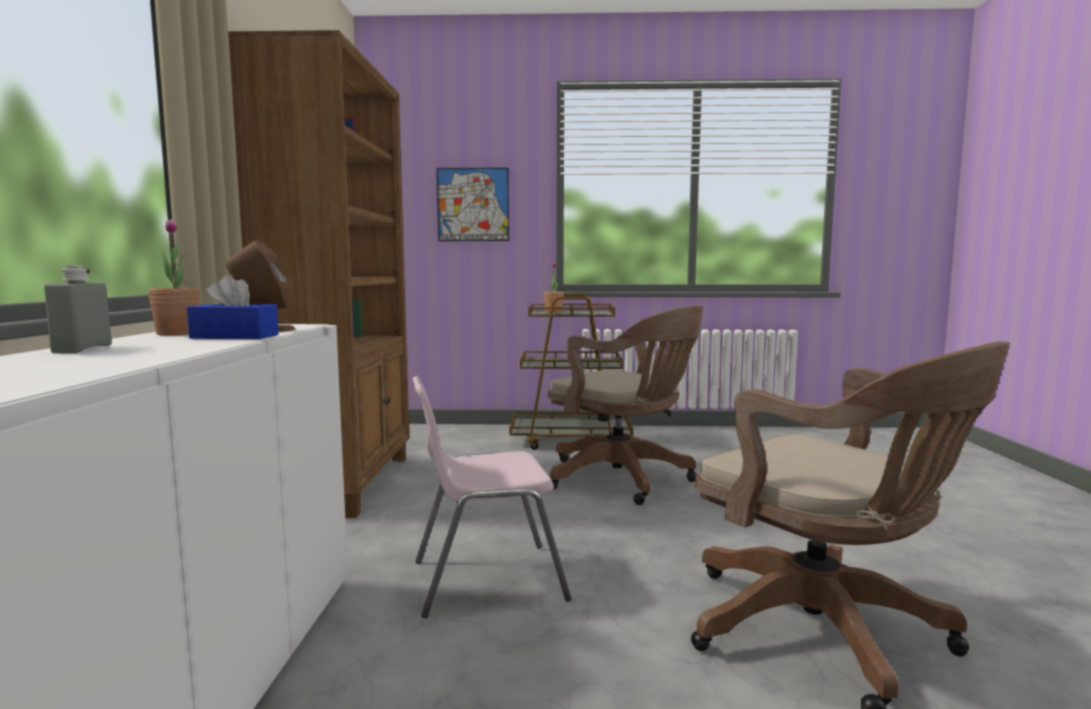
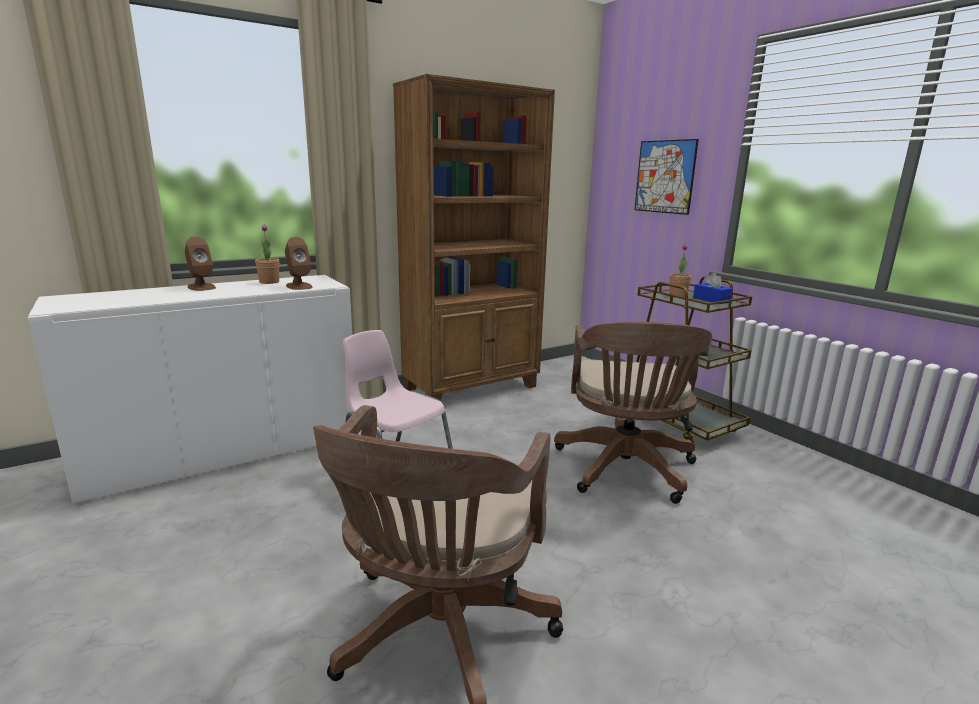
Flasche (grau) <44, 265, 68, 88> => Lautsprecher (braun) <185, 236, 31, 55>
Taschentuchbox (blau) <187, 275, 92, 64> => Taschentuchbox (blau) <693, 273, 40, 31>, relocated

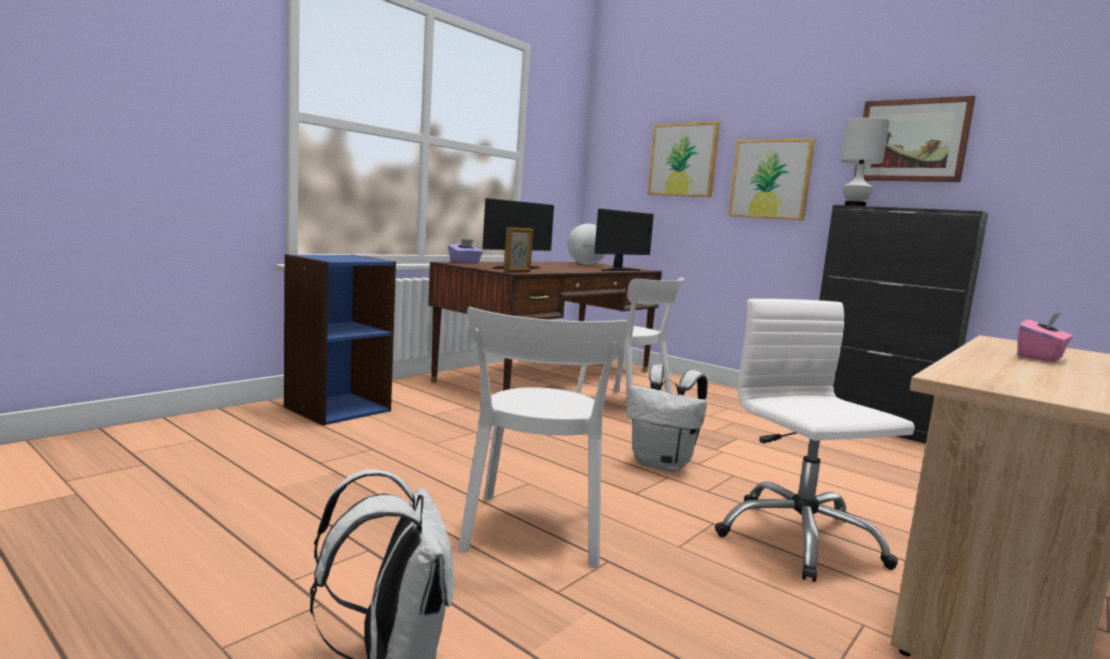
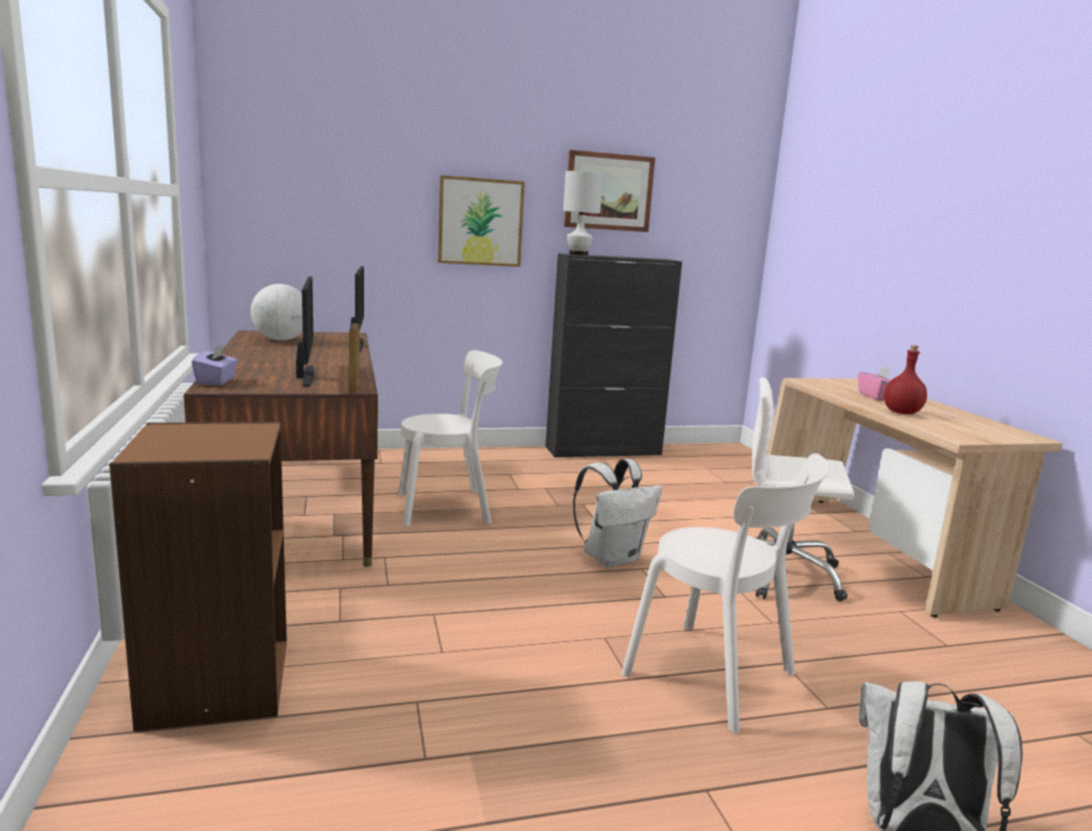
Bücherregal (blau) <284, 254, 112, 172> => Bücherregal (braun) <109, 422, 178, 309>
nothing => Flasche (rot) <884, 345, 43, 69>
Bild <648, 122, 72, 75> => nothing

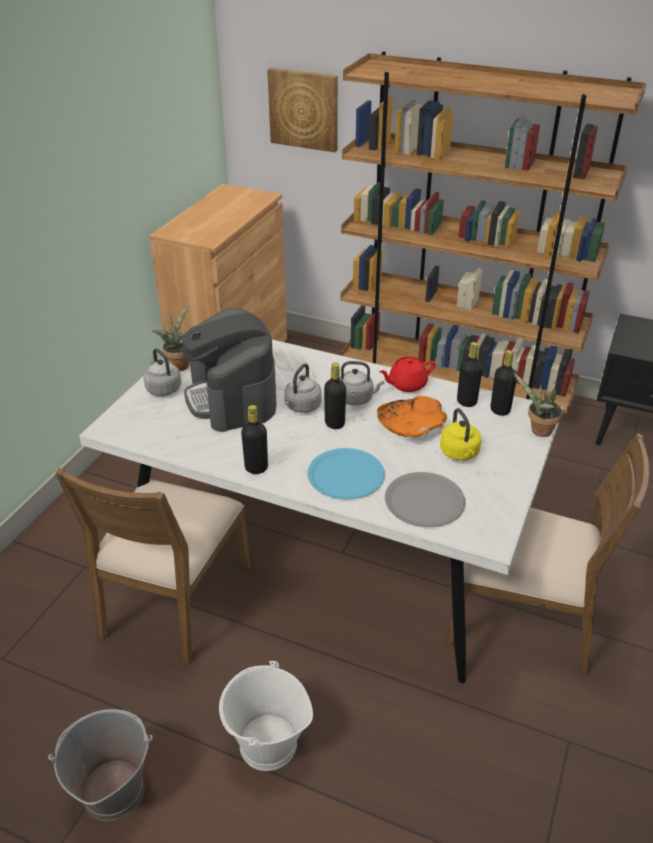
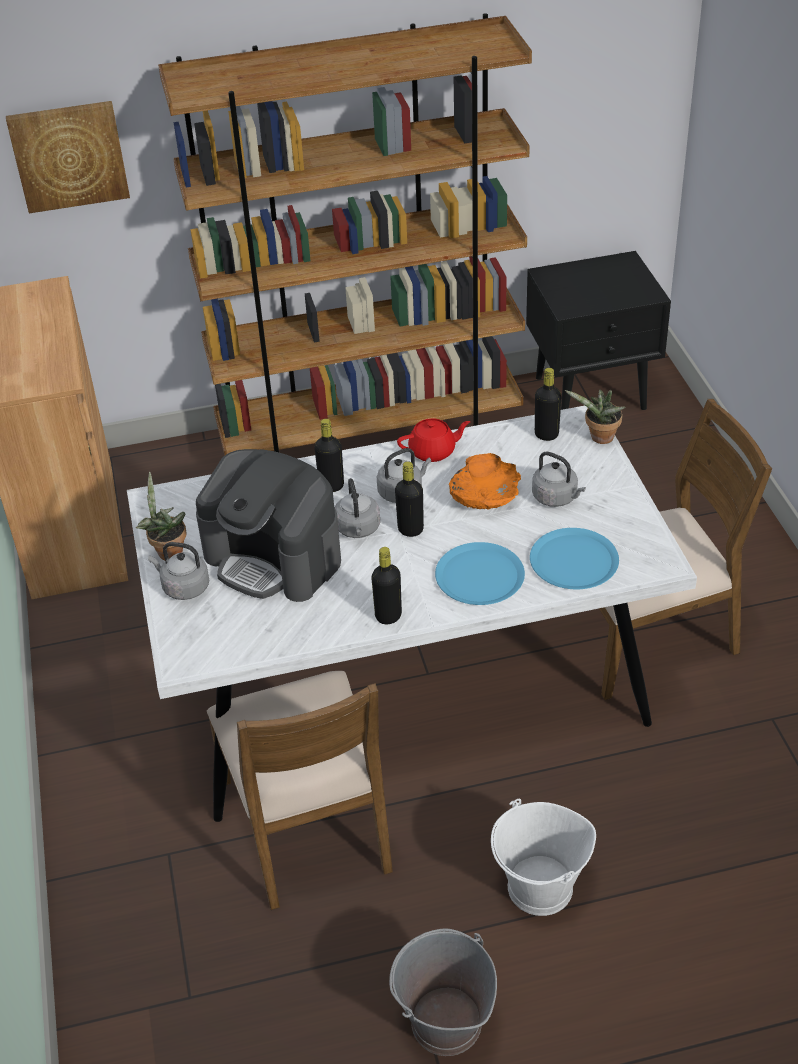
Flasche (schwarz) <457, 342, 26, 65> => Flasche (schwarz) <314, 419, 30, 73>, relocated
Teekanne (rot) <379, 357, 57, 35> => Teekanne (rot) <397, 418, 74, 44>, 135 degrees counterclockwise
Teller (grau) <385, 472, 80, 55> => Teller (blau) <530, 528, 89, 61>
Wasserkessel (gelb) <440, 408, 41, 53> => Wasserkessel (grau) <532, 452, 54, 55>

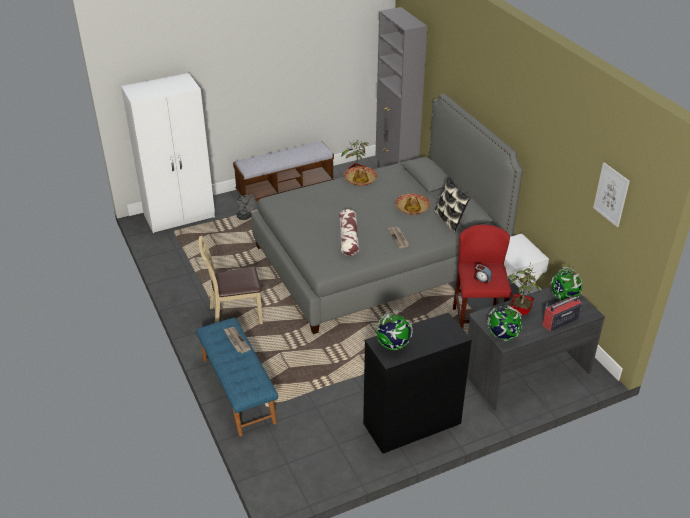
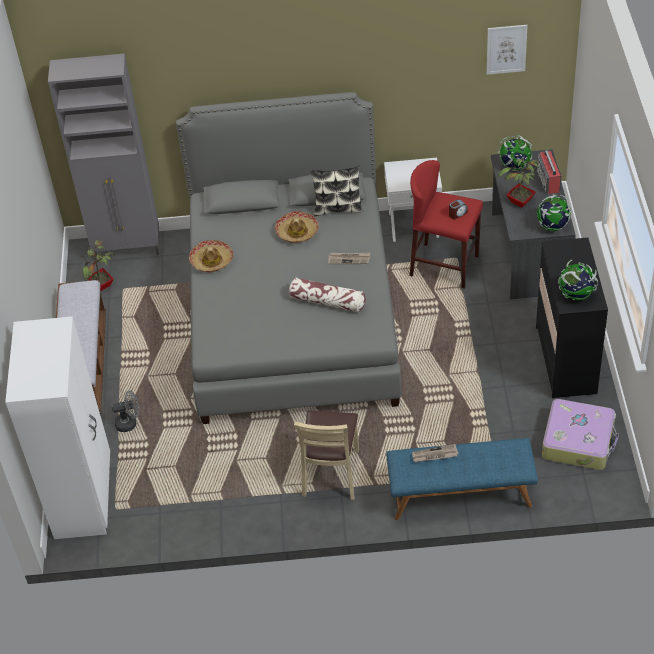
nothing => Koffer <542, 399, 77, 71>

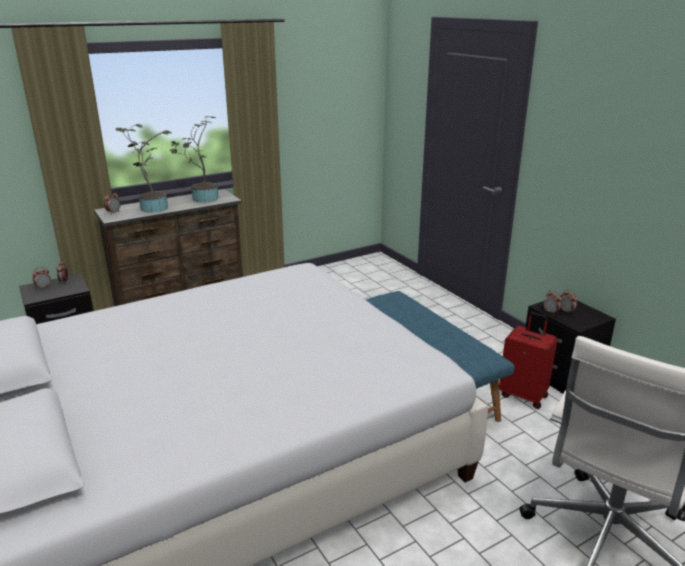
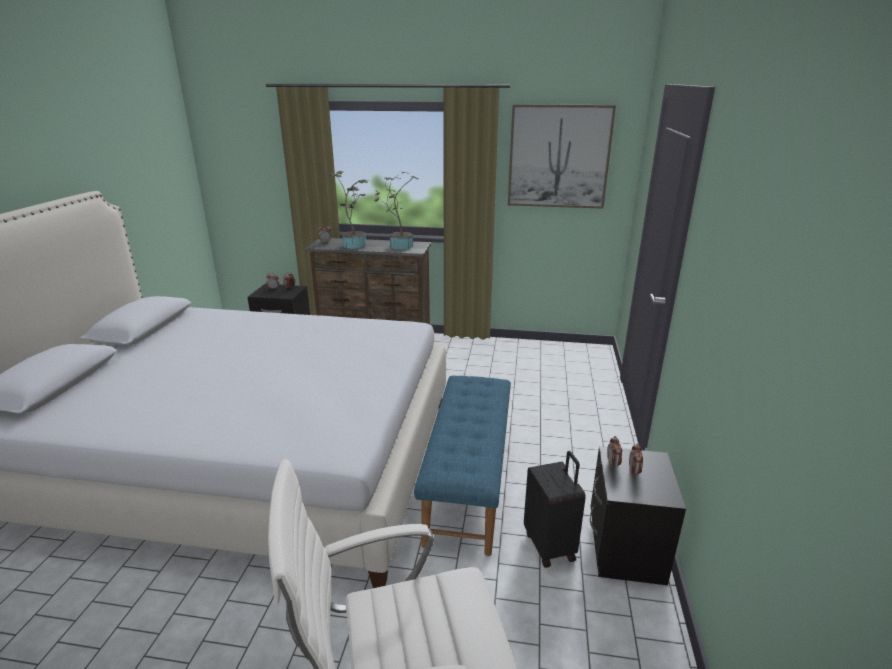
nothing => Bild <508, 104, 108, 105>
Koffer (rot) <499, 312, 59, 97> => Koffer (schwarz) <524, 451, 62, 117>

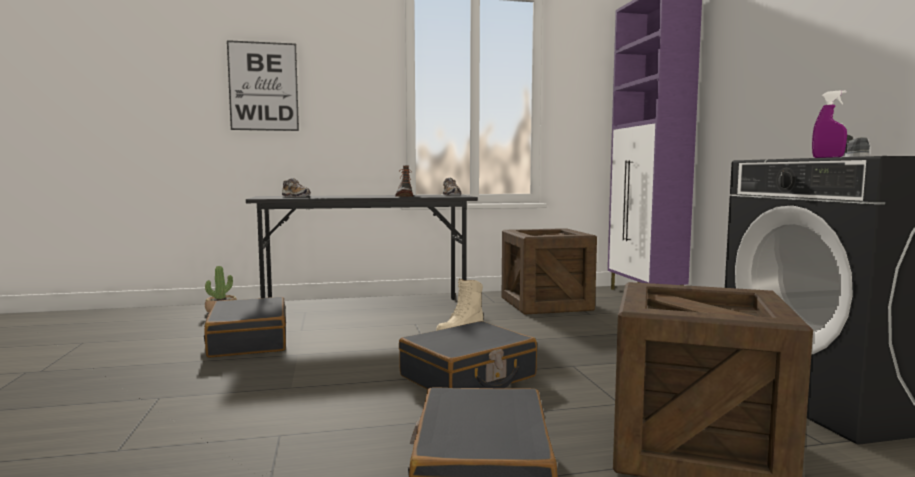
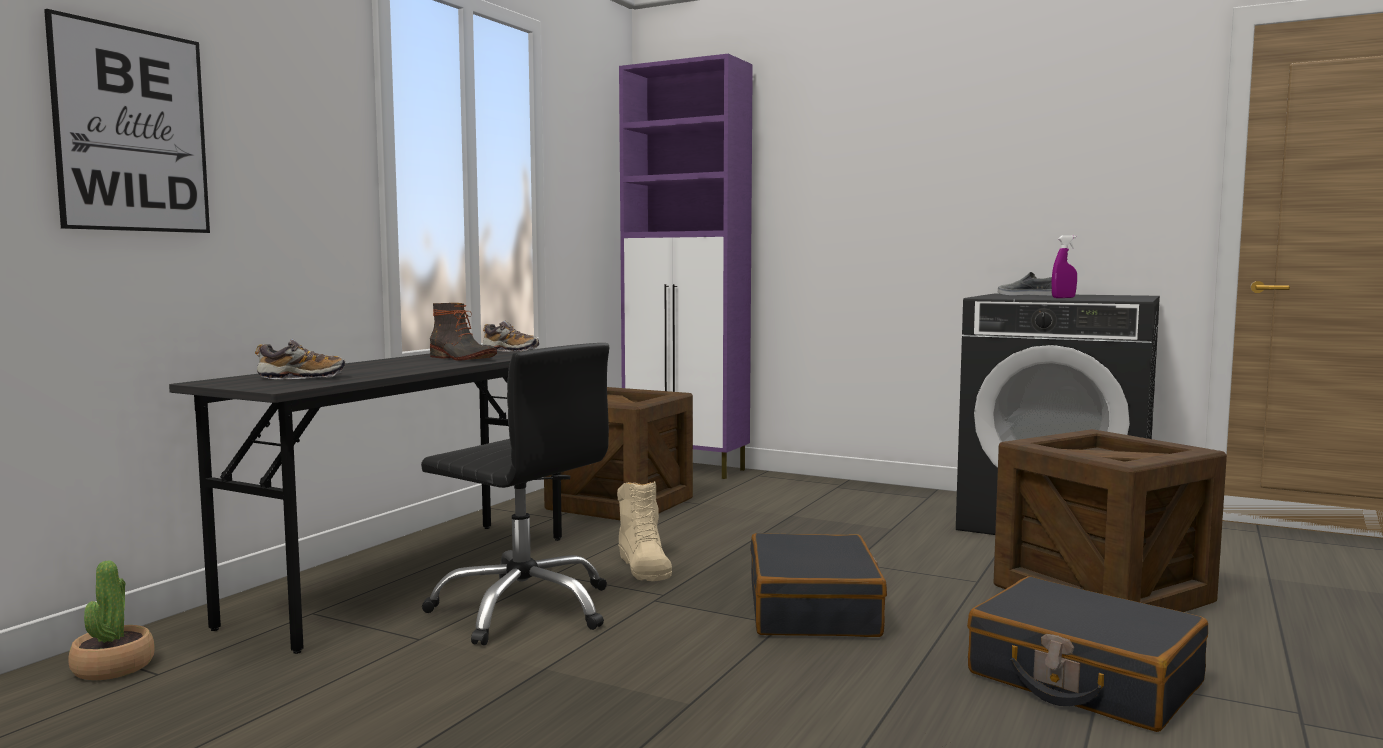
nothing => Bürostuhl (schwarz) <421, 343, 188, 303>
Koffer (schwarz) <204, 297, 82, 61> => nothing

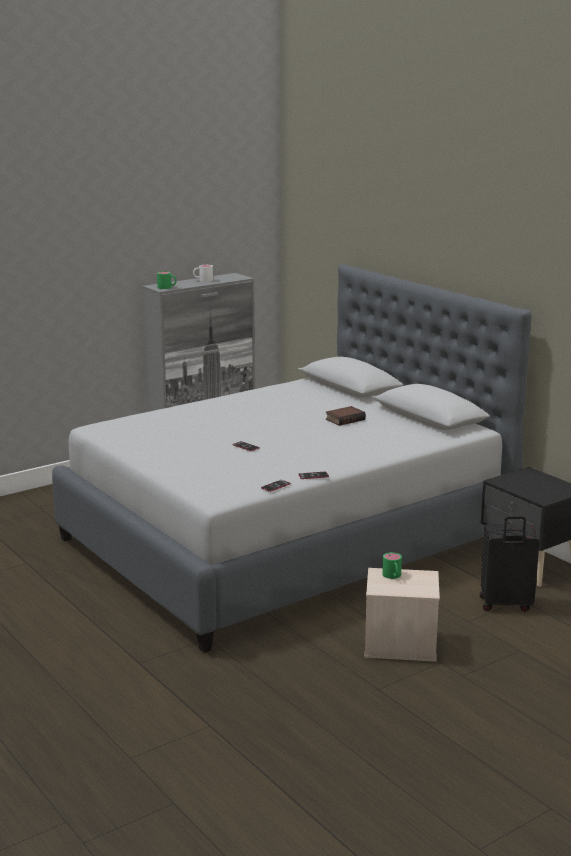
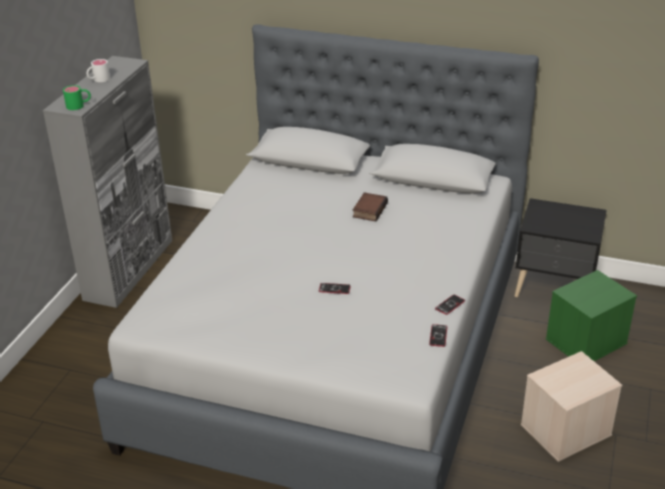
Koffer (schwarz) <479, 516, 61, 96> => Aufbewahrungsbox (grün) <546, 270, 91, 91>
Henkelbecher (grün) <382, 552, 20, 27> => nothing

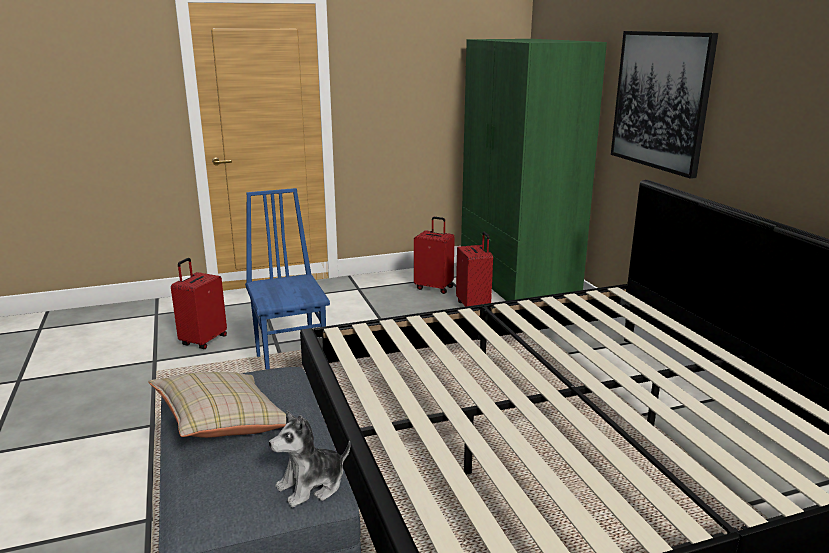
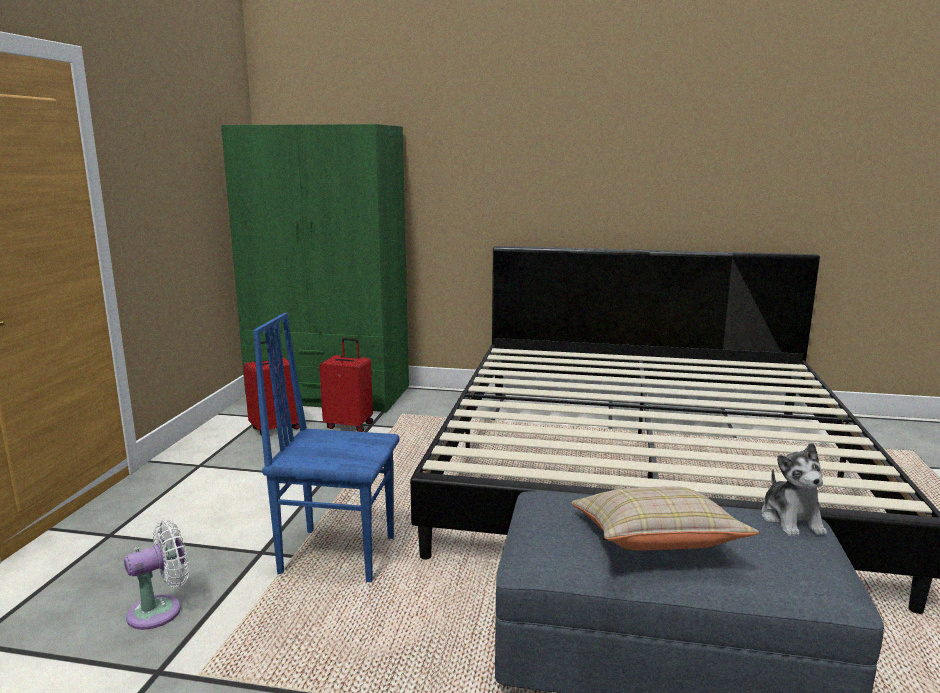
Koffer (rot) <171, 258, 56, 91> => Ventilator (weiß) <124, 520, 65, 110>
Bild <611, 31, 107, 148> => nothing

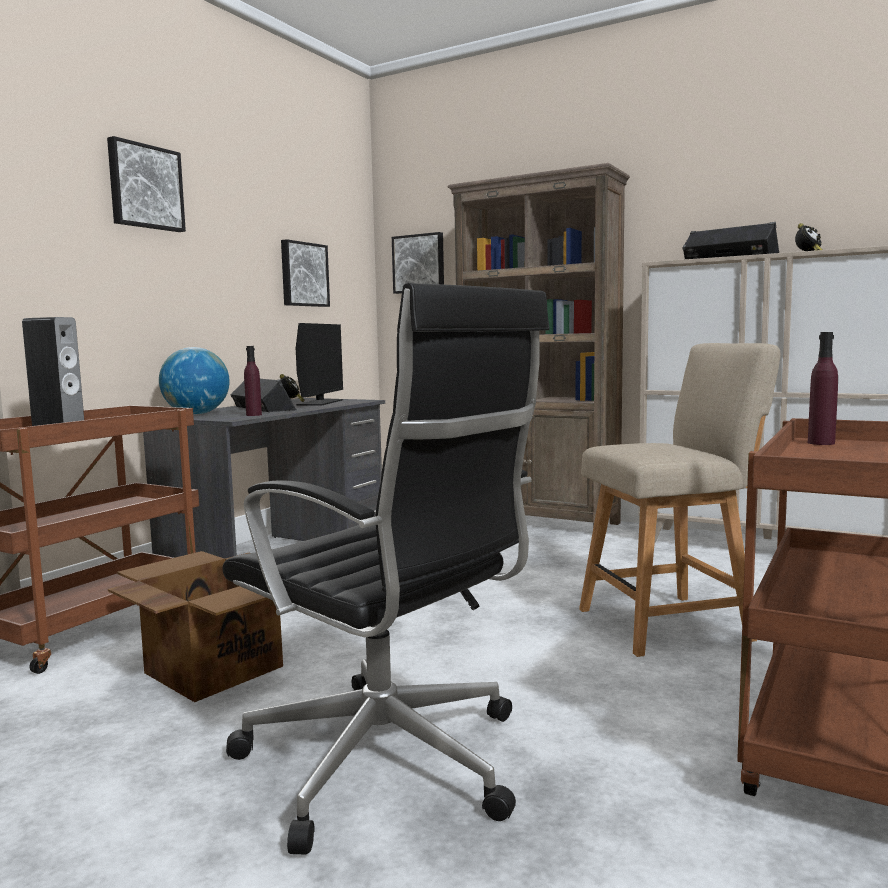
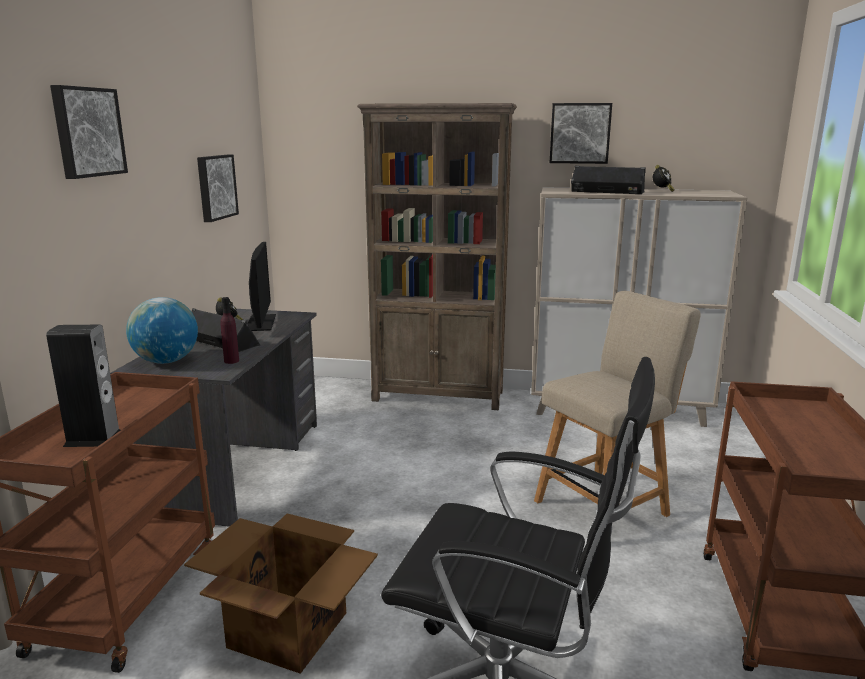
Bild <392, 232, 52, 62> => Bild <550, 103, 62, 61>, relocated
Flasche (lila) <808, 332, 30, 113> => nothing

